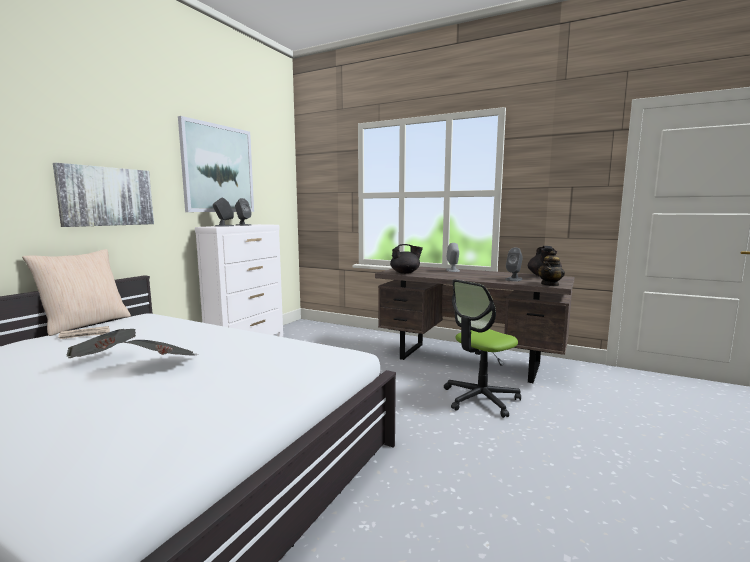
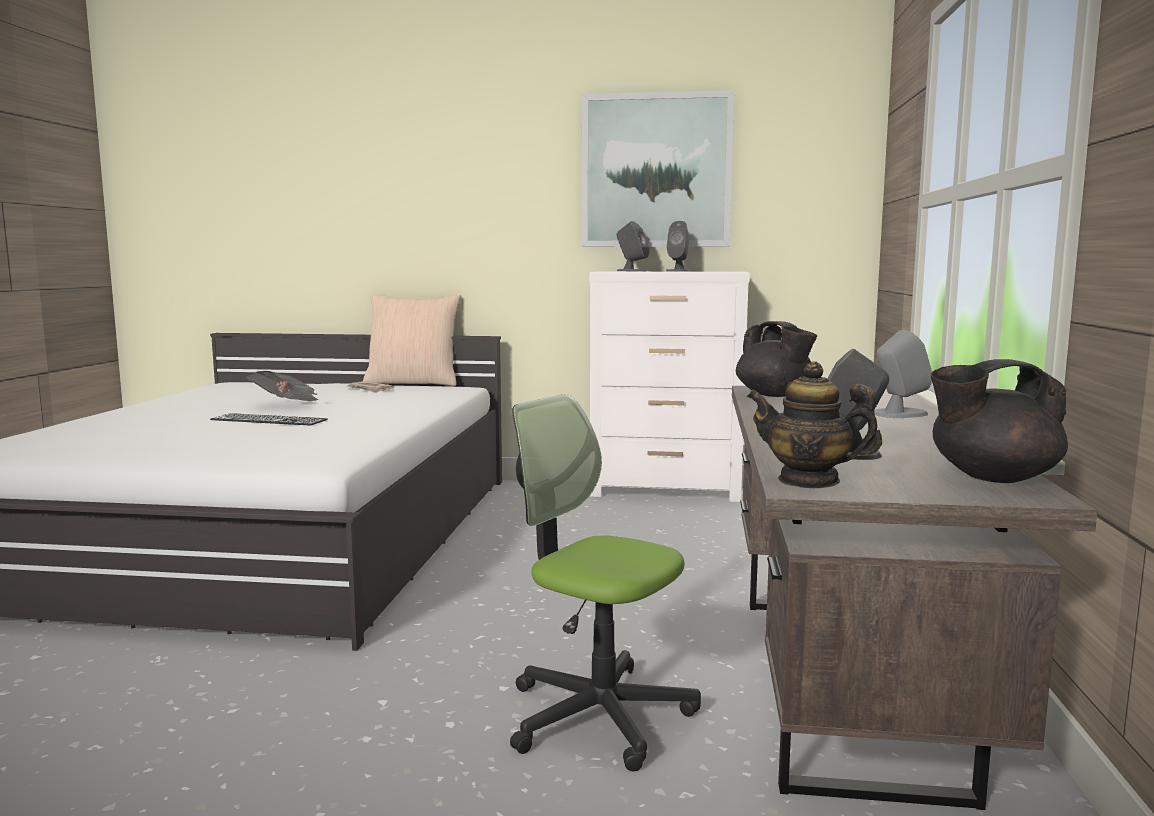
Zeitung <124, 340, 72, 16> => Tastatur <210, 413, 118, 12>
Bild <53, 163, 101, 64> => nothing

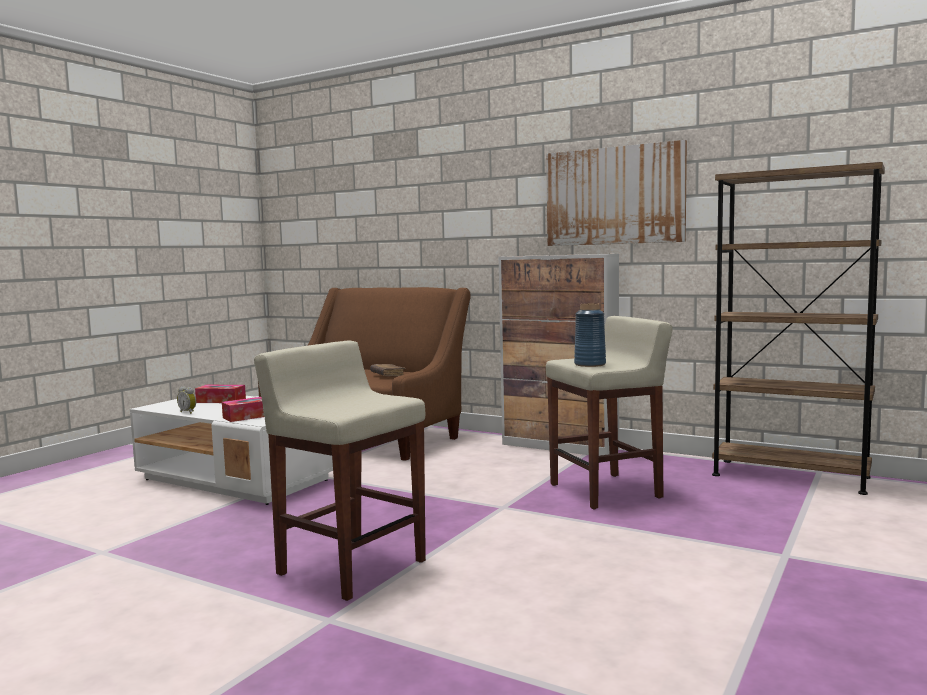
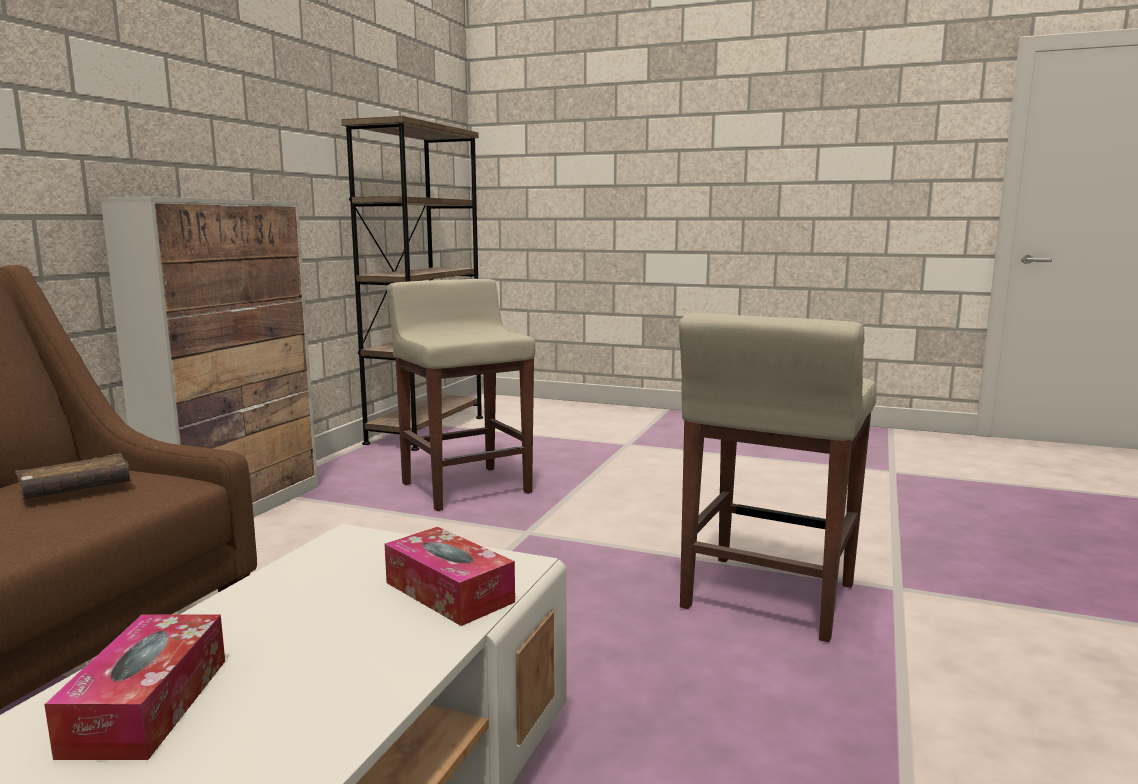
Wecker <177, 386, 19, 28> => nothing
Bild <546, 140, 141, 106> => nothing
Vase (blau) <574, 303, 32, 64> => nothing

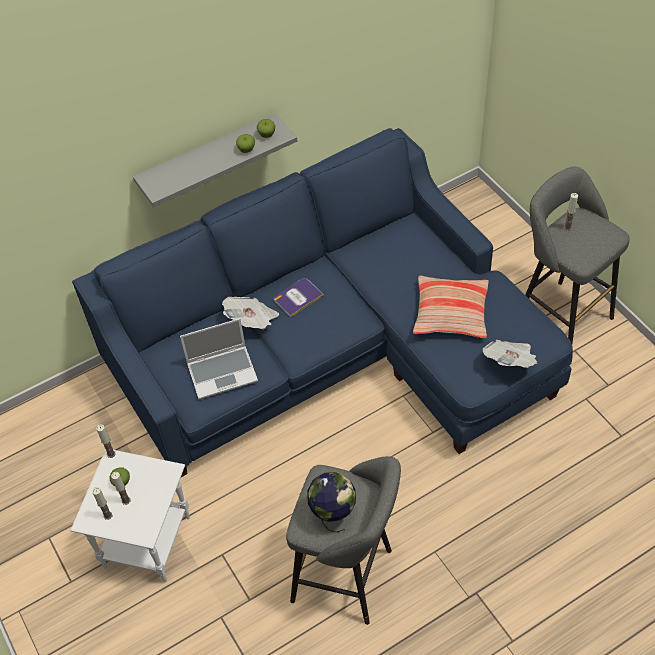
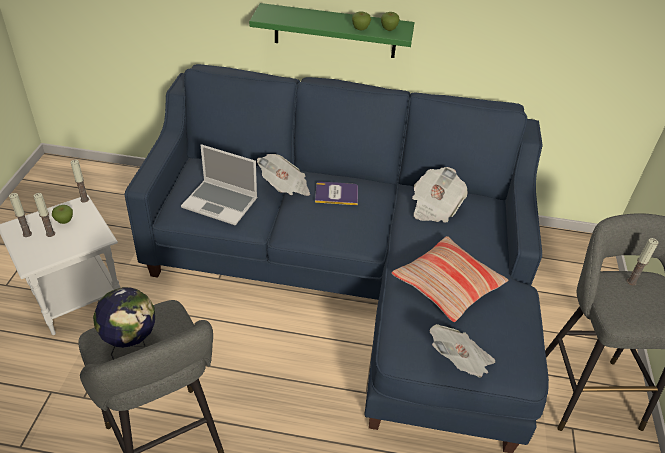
Wandregal (grau) <133, 113, 164, 94> => Wandregal (grün) <249, 3, 166, 55>
nothing => Zeitung <412, 167, 56, 56>

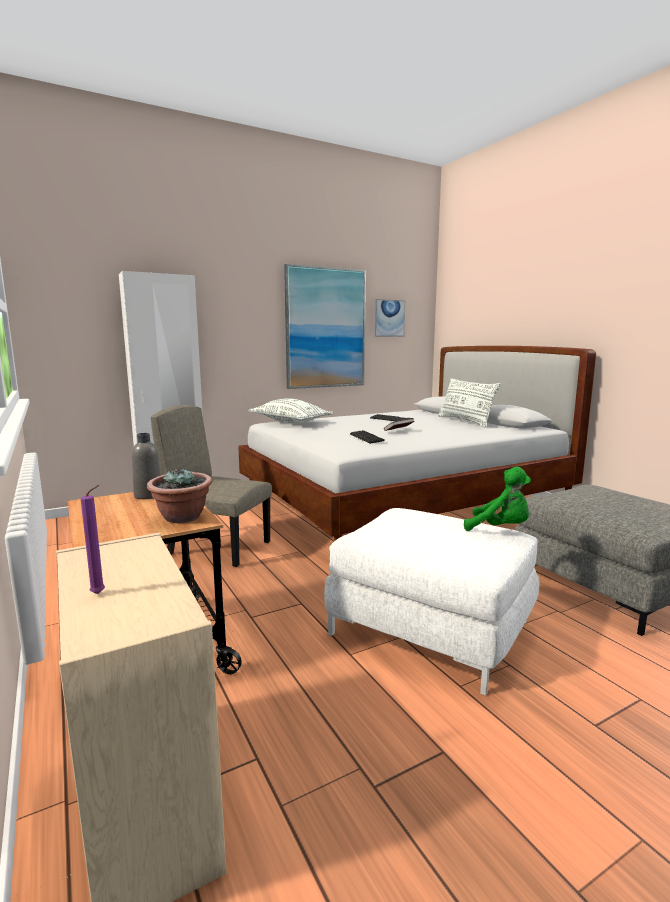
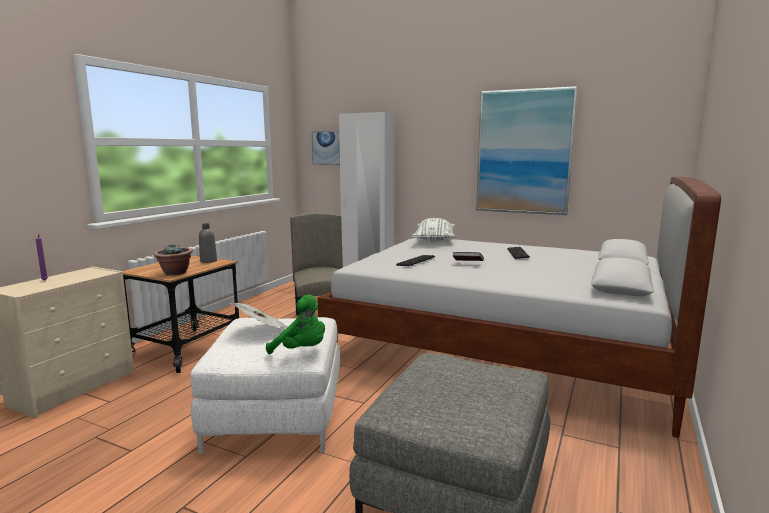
nothing => Zeitung <230, 303, 58, 25>
Plüschtier (grün) <464, 467, 67, 64> => Plüschtier (grün) <266, 294, 59, 60>, 60 degrees counterclockwise
Bild <374, 299, 31, 38> => Bild <312, 131, 28, 34>, relocated
Kissen (weiß) <438, 378, 63, 50> => nothing

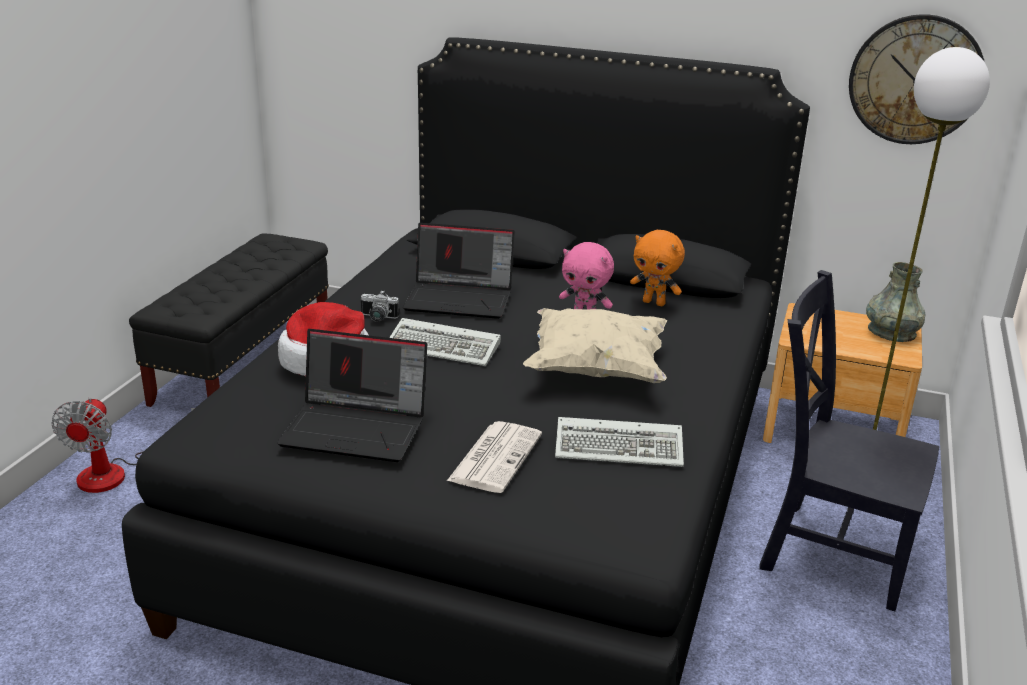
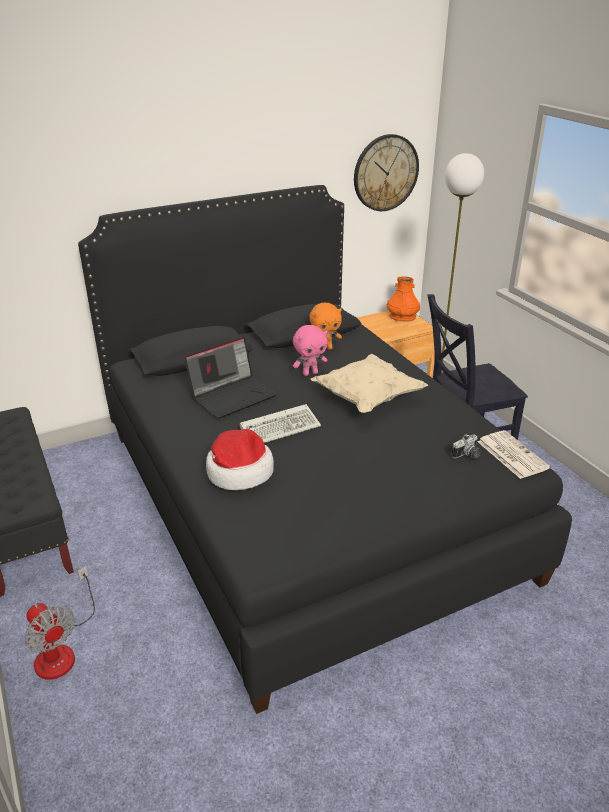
Vase (grau) <866, 262, 60, 80> => Vase (orange) <387, 276, 33, 46>
Kamera <361, 290, 38, 32> => Kamera <451, 434, 30, 25>, relocated
Zeitung <447, 421, 95, 72> => Zeitung <477, 430, 73, 49>, relocated
Laptop <277, 329, 150, 133> => nothing
Tastatur <555, 417, 129, 50> => nothing

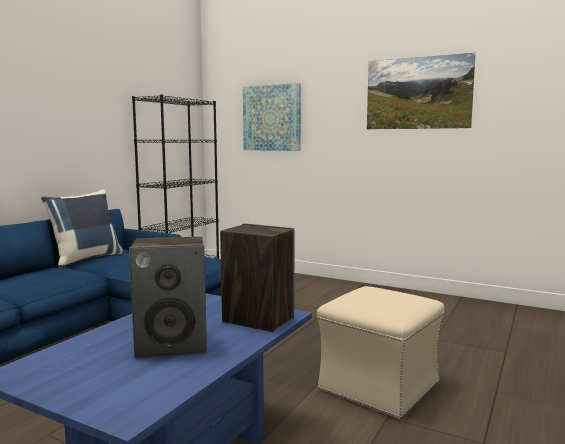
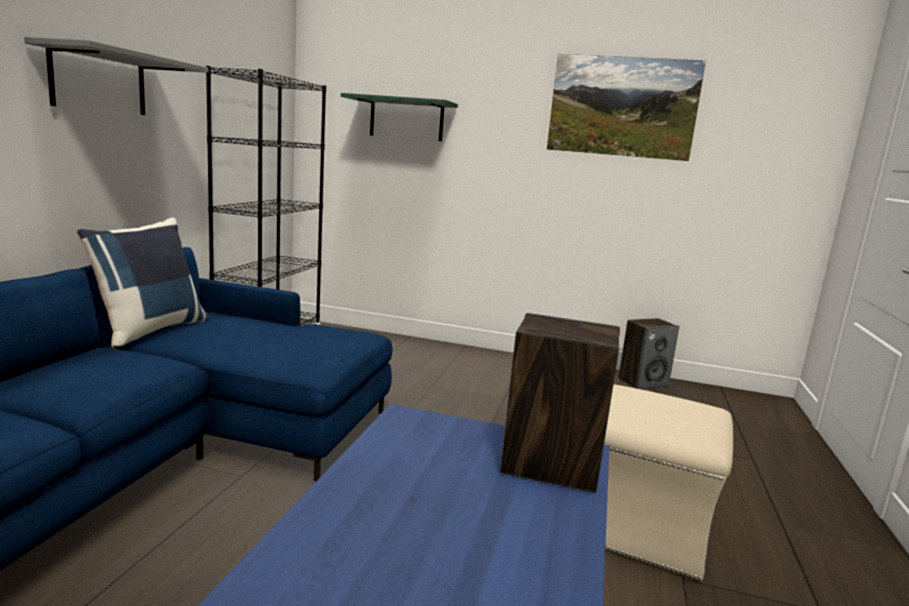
nothing => Wandregal (grau) <24, 37, 184, 78>
Bild <243, 83, 58, 68> => Wandregal (grün) <341, 93, 117, 48>
Lautsprecher <129, 236, 78, 122> => Lautsprecher <618, 318, 61, 72>, relocated

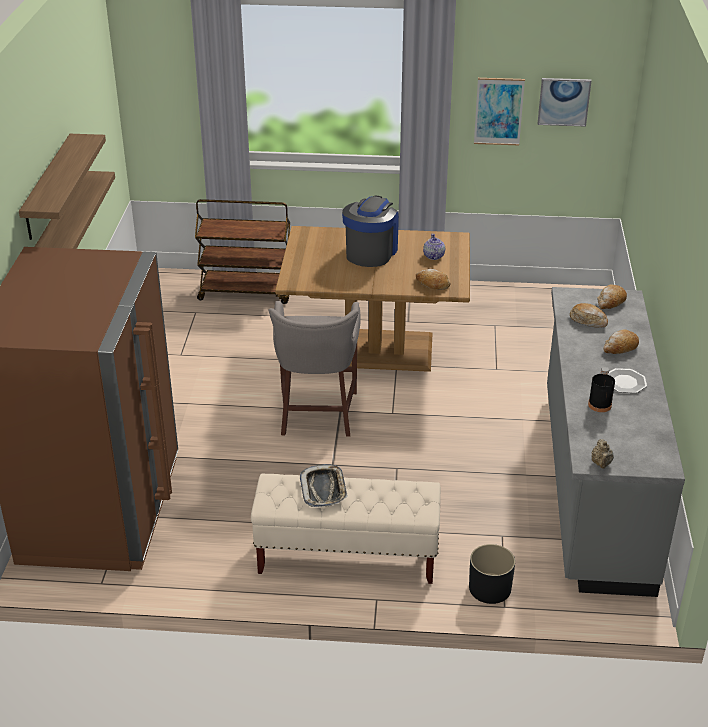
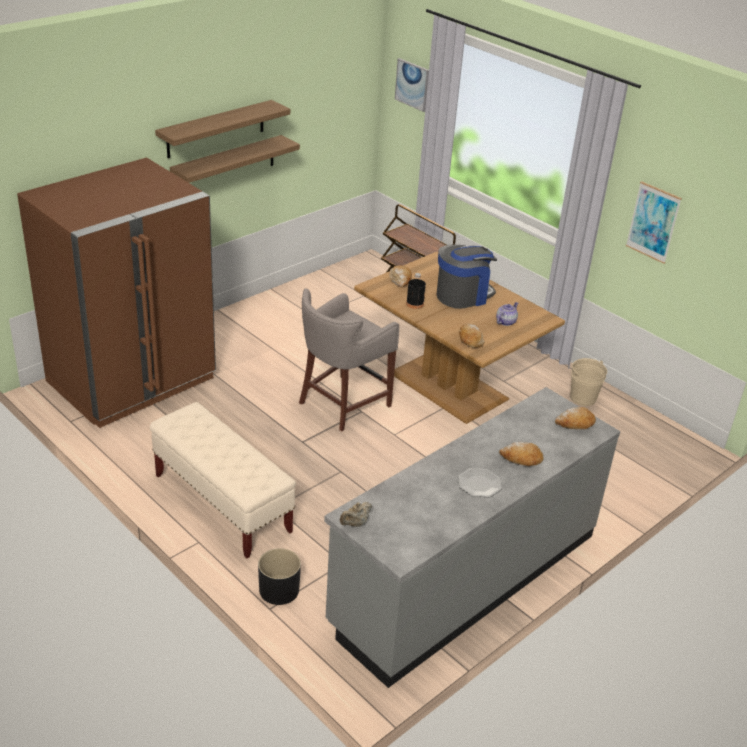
Brot <570, 303, 38, 24> => Brot <389, 265, 23, 23>, relocated
Bild <537, 78, 54, 48> => Bild <395, 58, 34, 54>, relocated
Flasche (schwarz) <588, 367, 27, 45> => Flasche (schwarz) <406, 273, 20, 36>, relocated
nothing => Eimer (beige) <570, 358, 37, 48>
Tablett <300, 464, 48, 43> => nothing

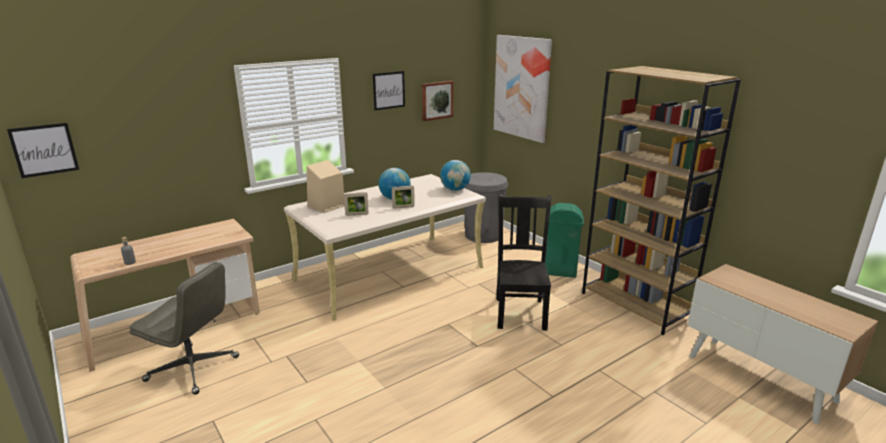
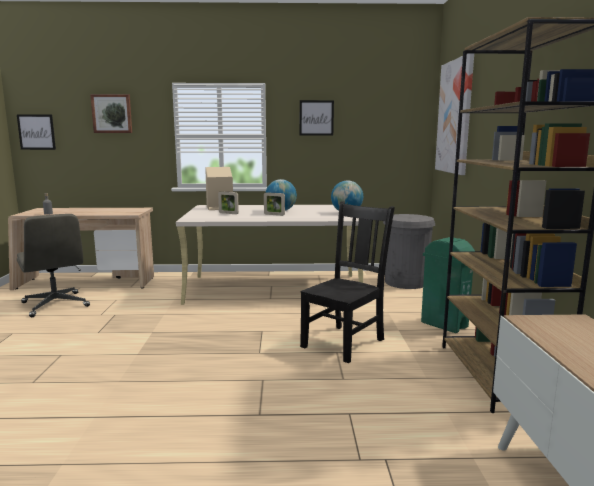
Bild <422, 81, 32, 40> => Bild <90, 94, 42, 39>, relocated

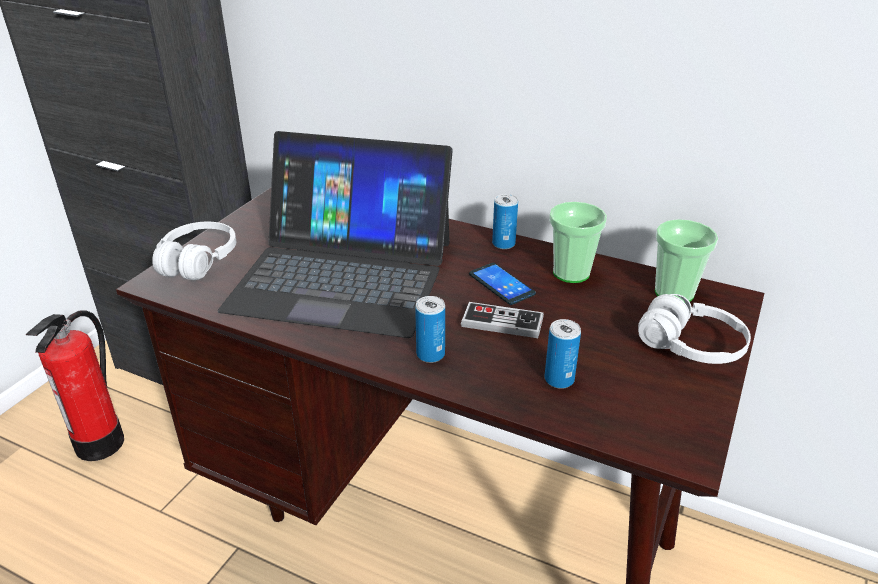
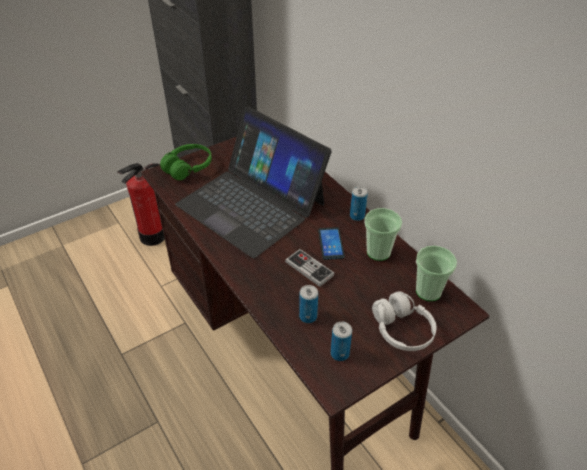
Kopfhörer (weiß) <152, 222, 84, 58> => Kopfhörer (grün) <160, 144, 52, 36>
Dose <415, 296, 30, 67> => Dose <331, 322, 21, 39>, relocated

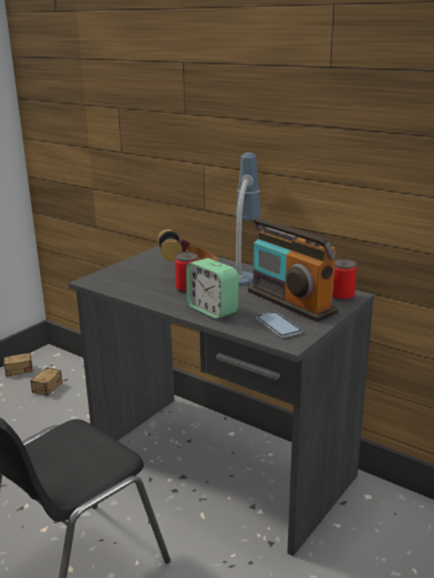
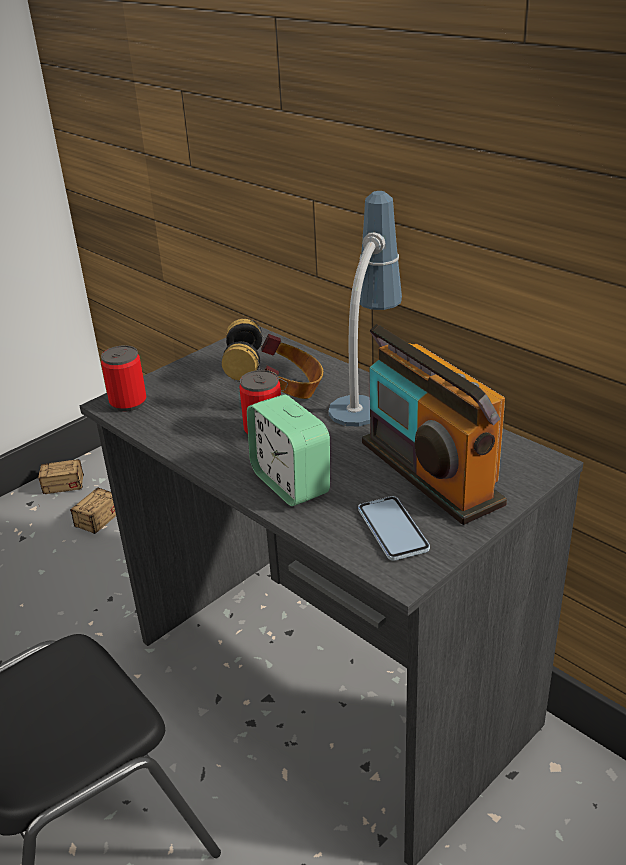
Dose <333, 259, 24, 42> => Dose <101, 346, 45, 66>, relocated

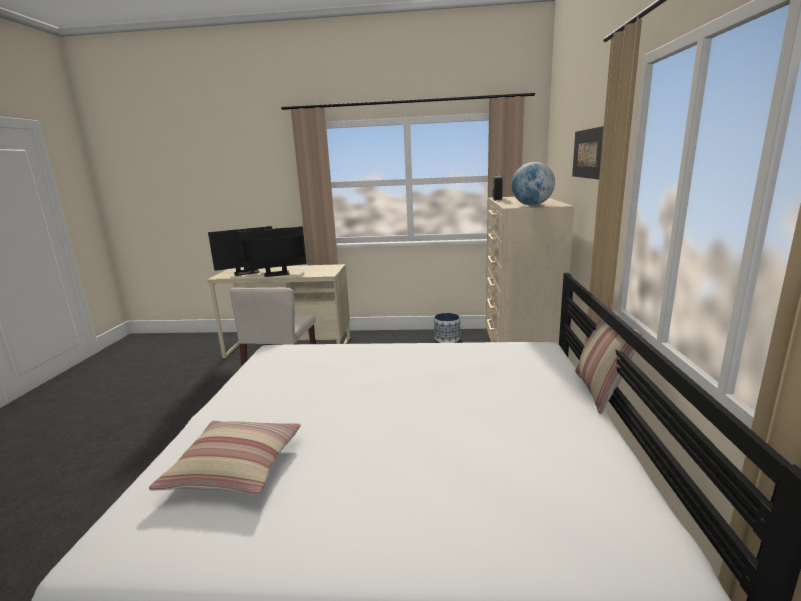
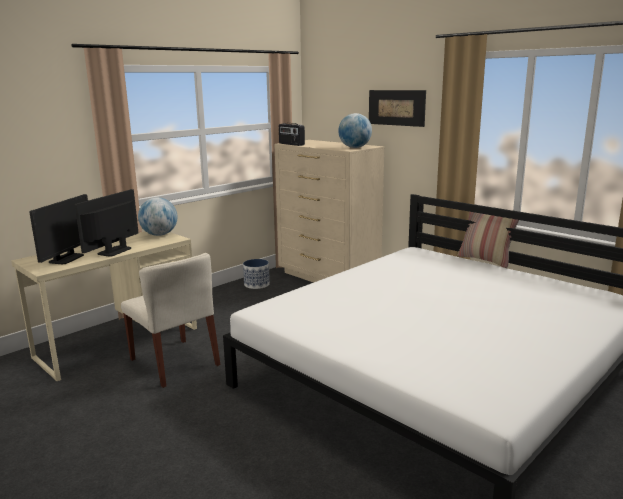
nothing => Globus <138, 197, 39, 39>
Kissen <149, 421, 152, 74> => nothing

